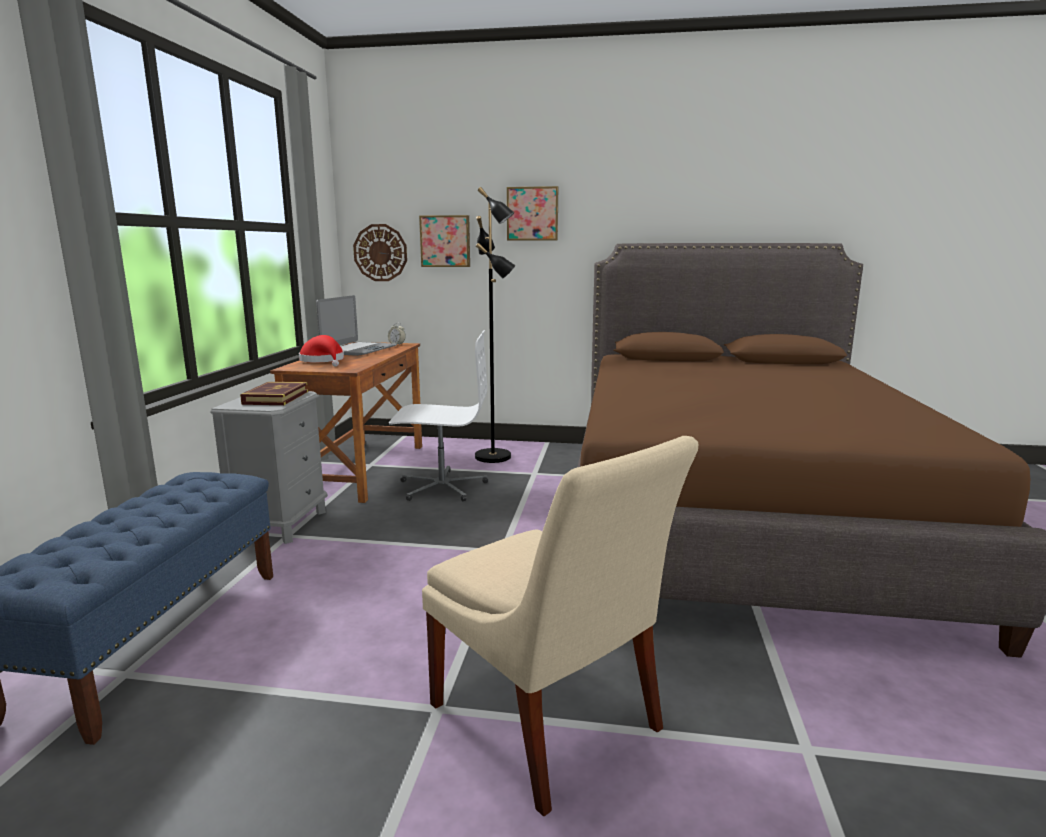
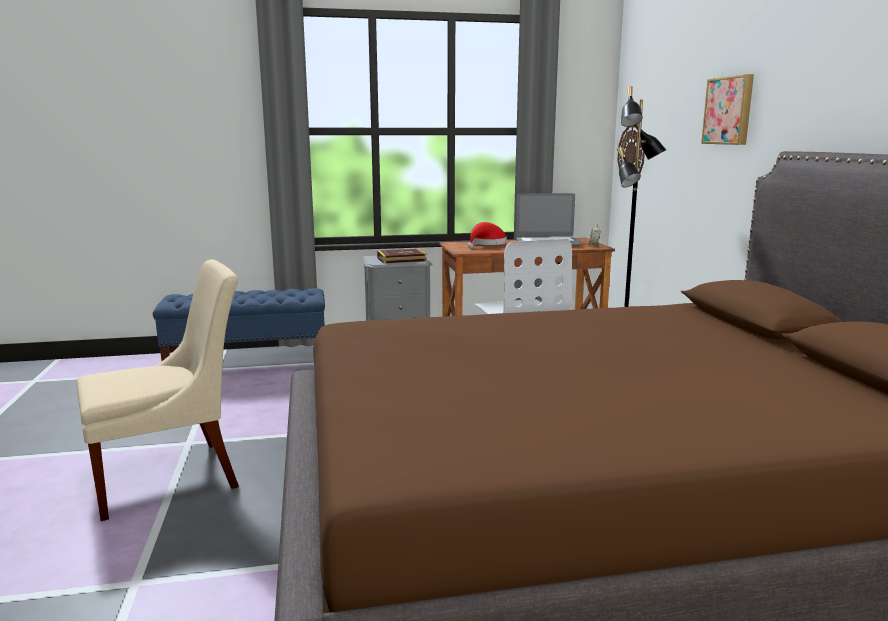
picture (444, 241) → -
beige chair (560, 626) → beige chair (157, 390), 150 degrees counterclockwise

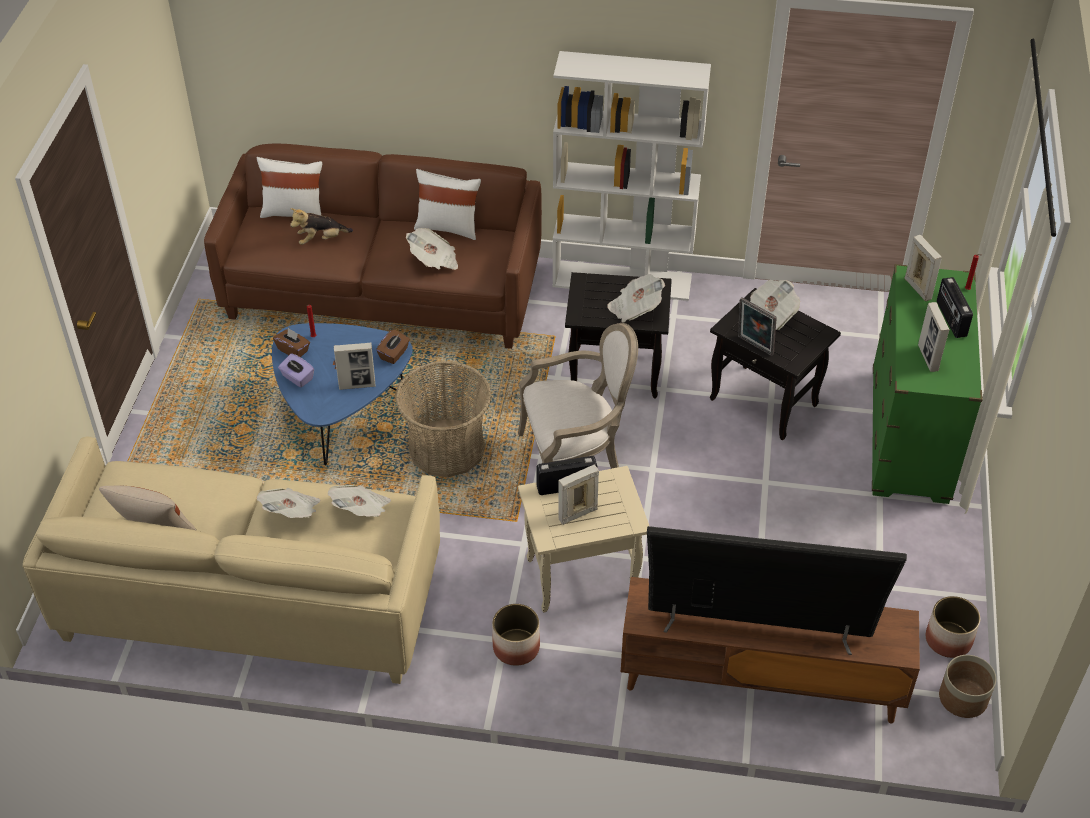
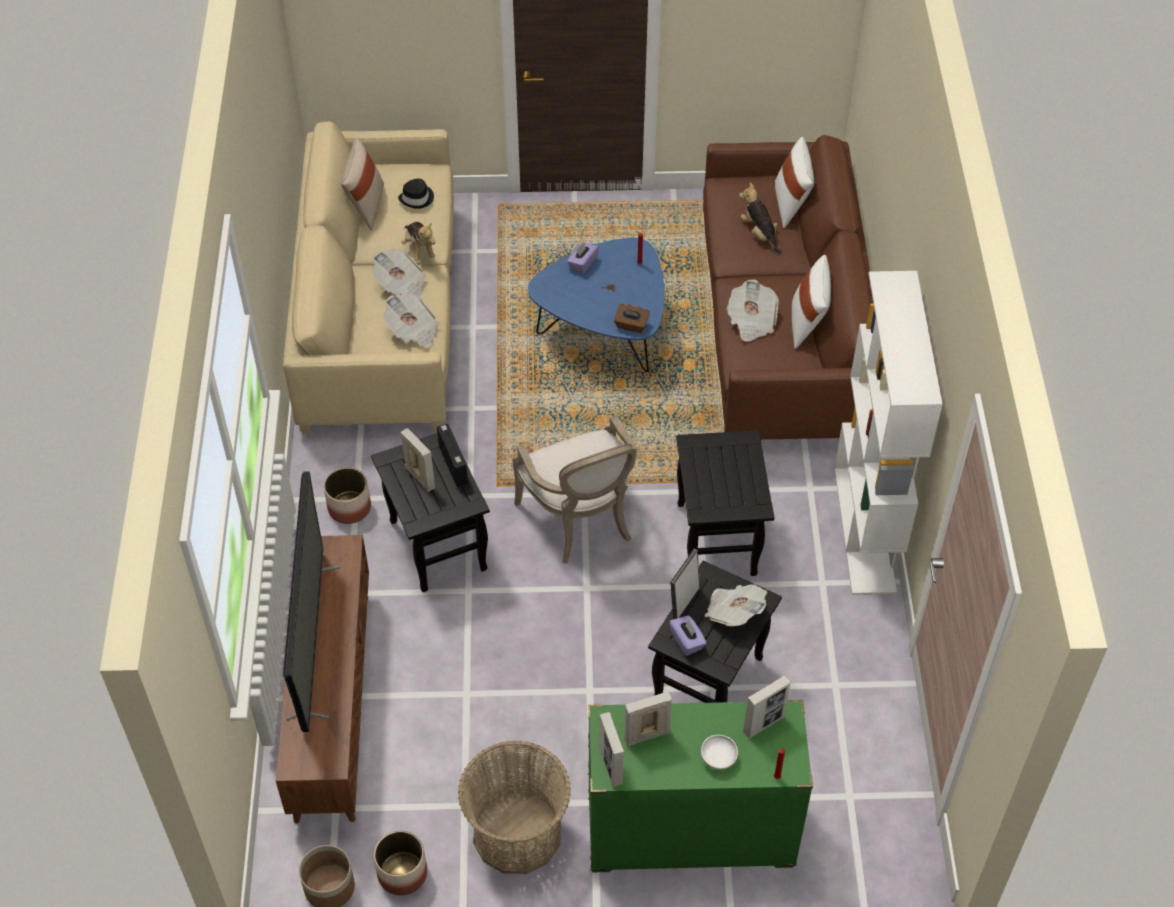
brown tissue box (291, 342) → -
picture frame (355, 366) → picture frame (611, 749), relocated
basket (443, 419) → basket (514, 807), relocated
beige side table (583, 539) → black side table (430, 512)
newspaper (636, 298) → -
radio (955, 307) → white bowl (719, 752)
- → black hat (416, 194)
- → plush toy (419, 241)
- → purple tissue box (688, 635)

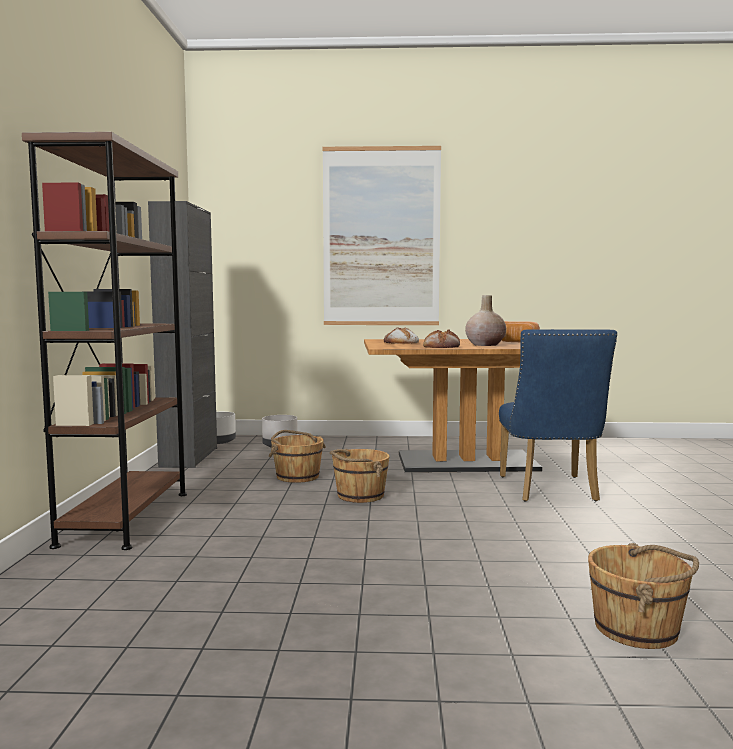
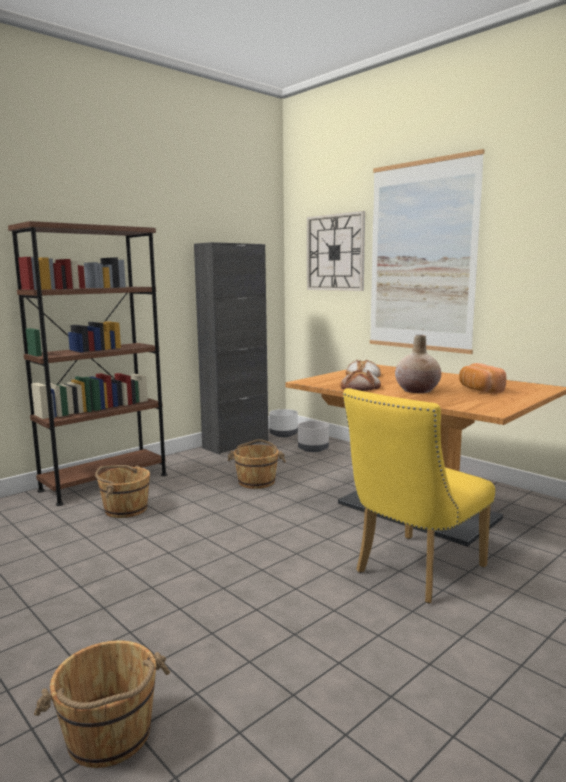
brown bucket (359, 476) → brown bucket (122, 491), relocated
blue chair (558, 415) → yellow chair (419, 495)
- → wall clock (336, 251)

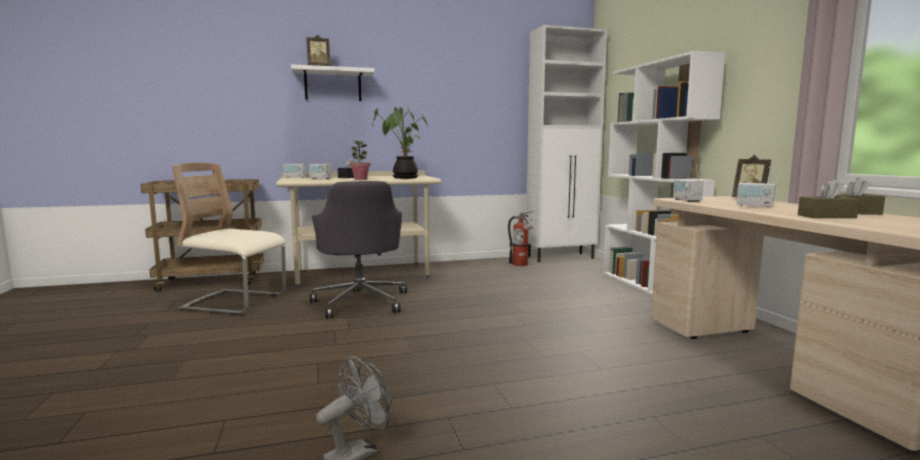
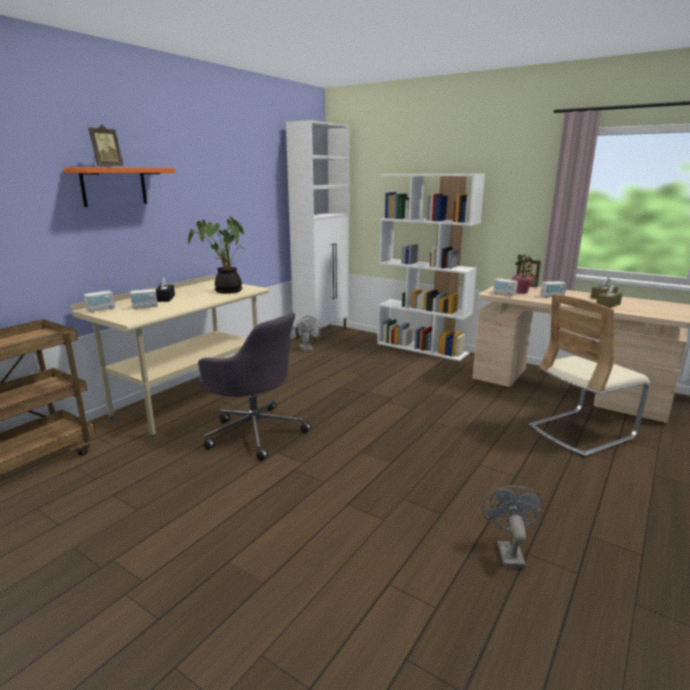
beige chair (229, 238) → beige chair (589, 375), relocated
white shelf (332, 82) → orange shelf (119, 187)
potted plant (360, 160) → potted plant (523, 274), relocated
fire extinguisher (521, 238) → grey fan (308, 333)

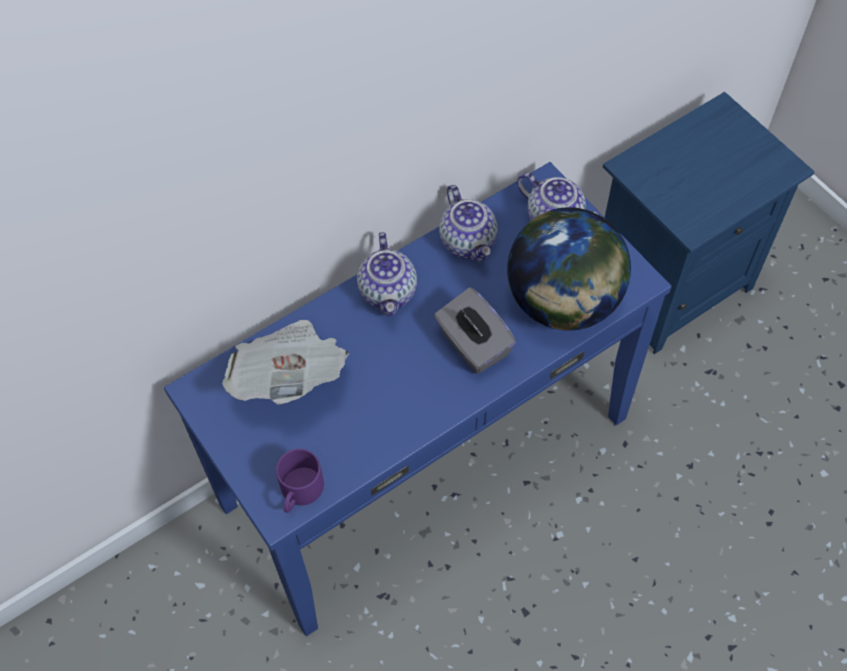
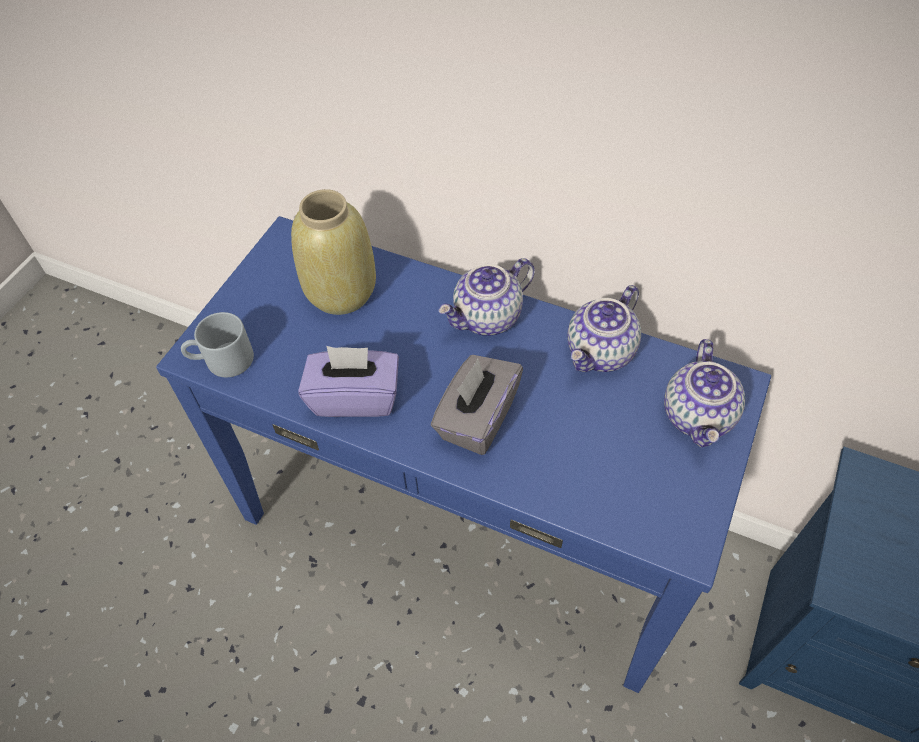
newspaper (285, 362) → beige vase (333, 252)
purple mug (300, 481) → grey mug (217, 344)
globe (569, 269) → -
- → purple tissue box (348, 381)

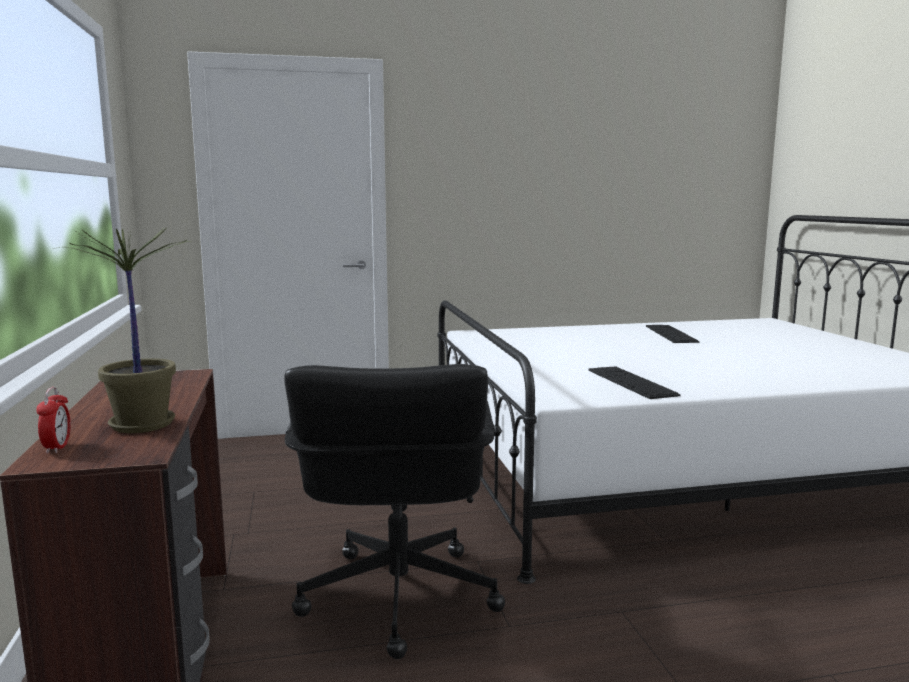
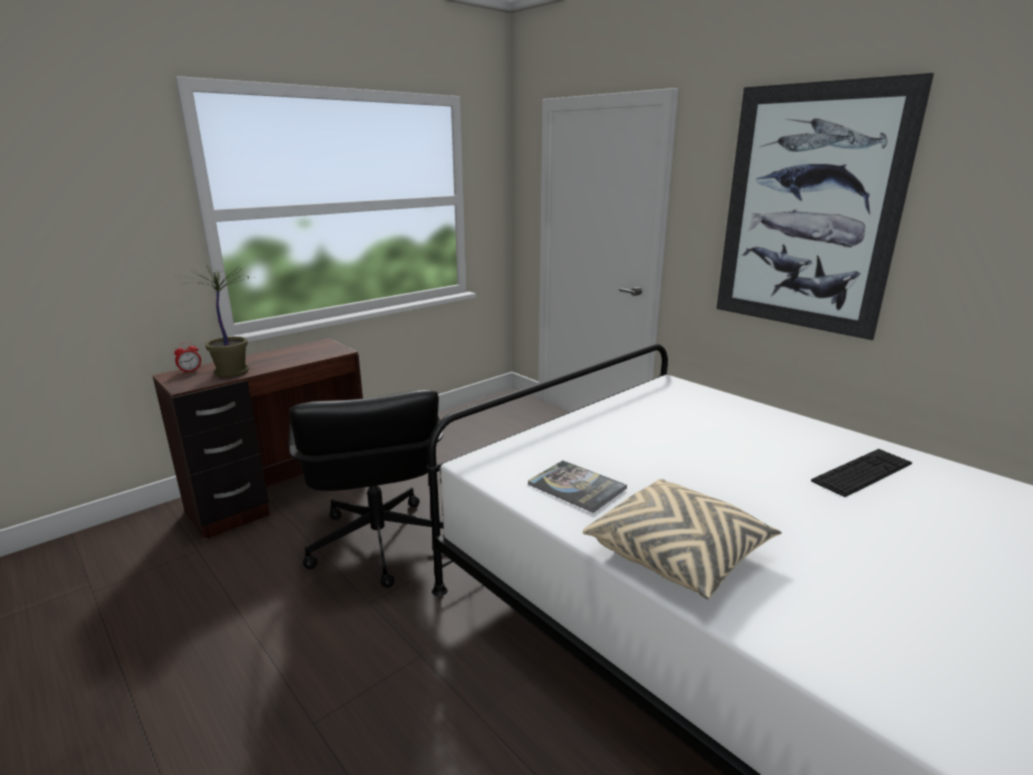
black office chair (394, 511) → black office chair (366, 489), 75 degrees counterclockwise
keyboard (634, 382) → book (577, 486)
- → beige pillow (682, 539)
- → picture (825, 206)

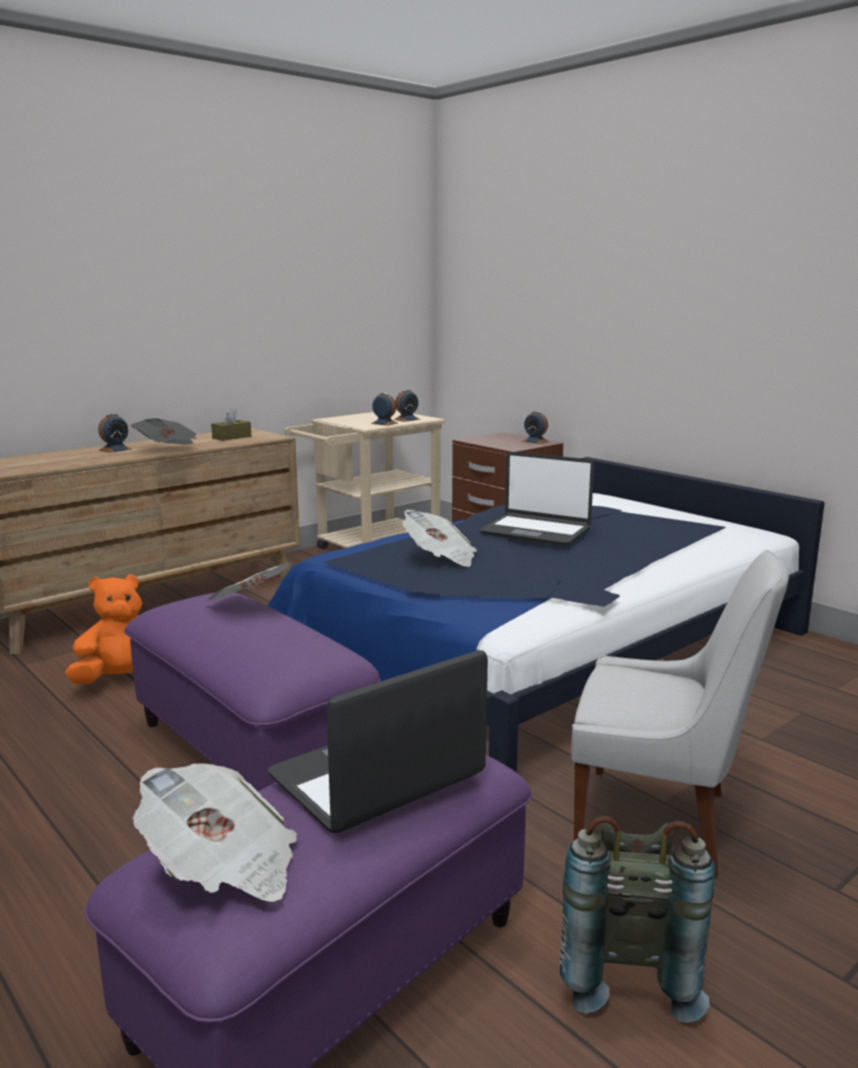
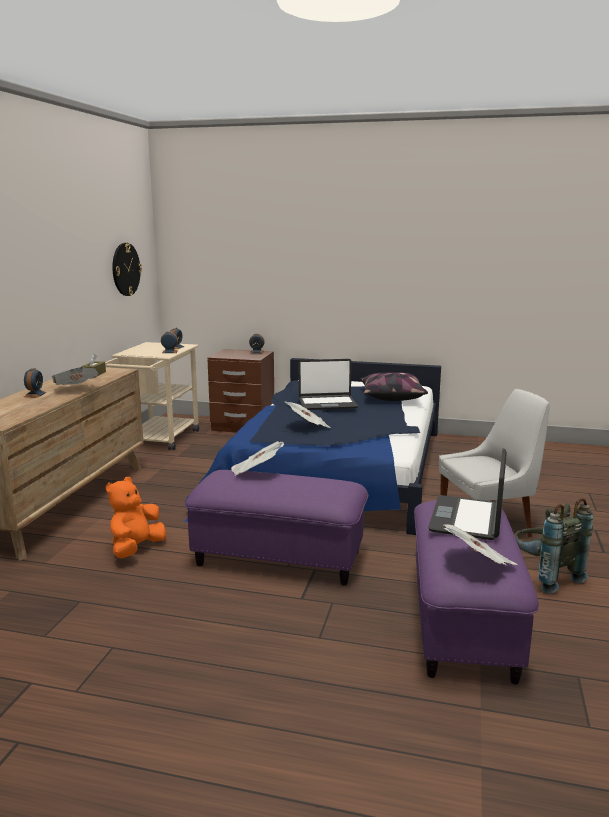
- → wall clock (127, 269)
- → pillow (394, 387)

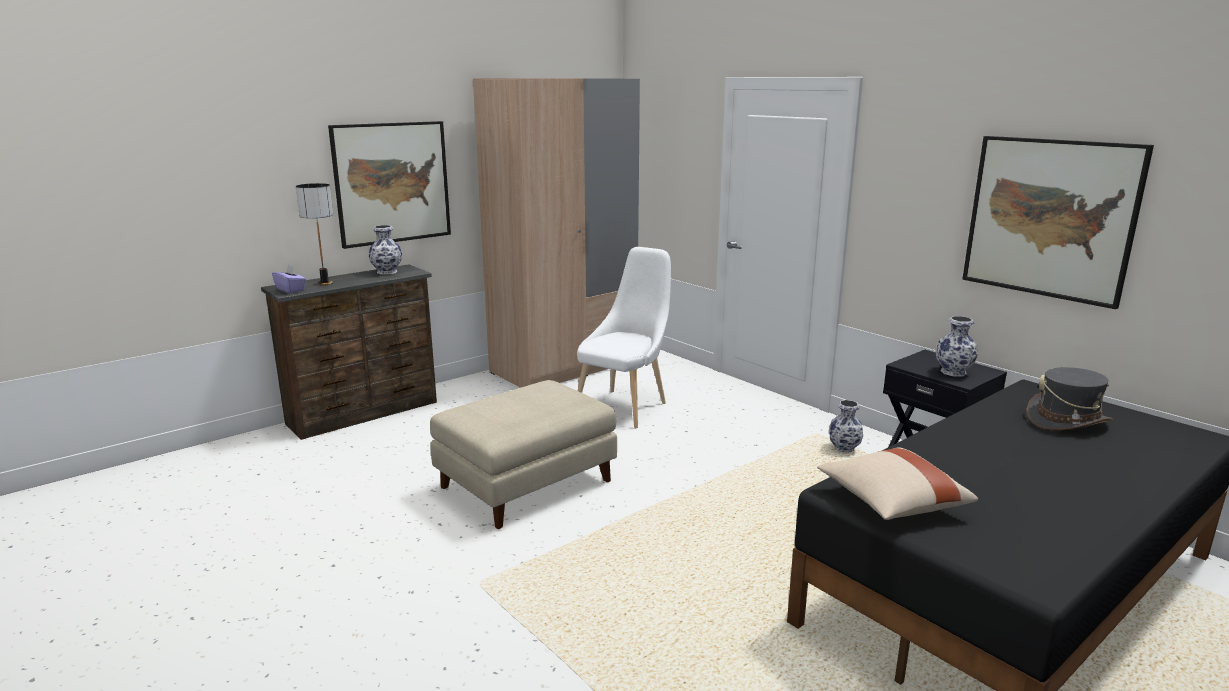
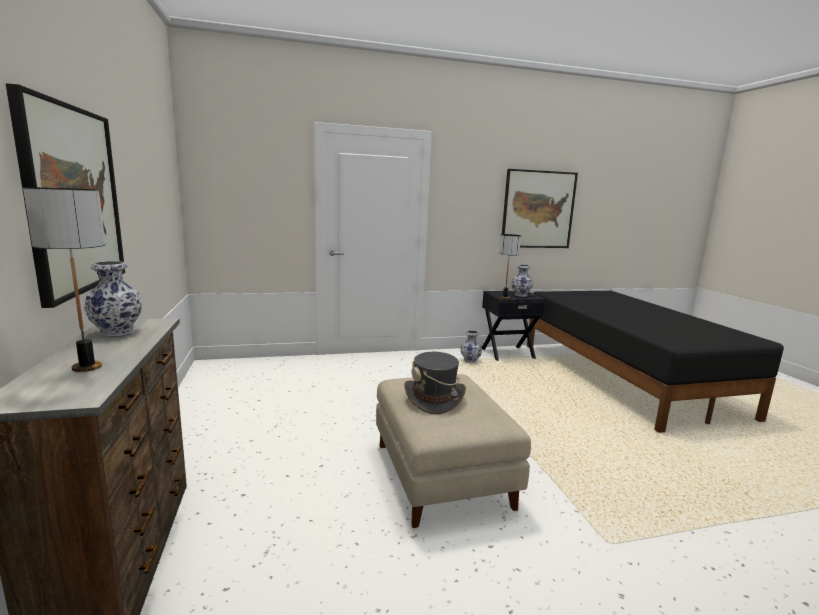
purple tissue box (289, 279) → -
beige wardrobe (556, 233) → -
white chair (624, 337) → -
beige pillow (897, 483) → -
grey hat (1069, 399) → grey hat (435, 383), relocated
- → table lamp (510, 266)

